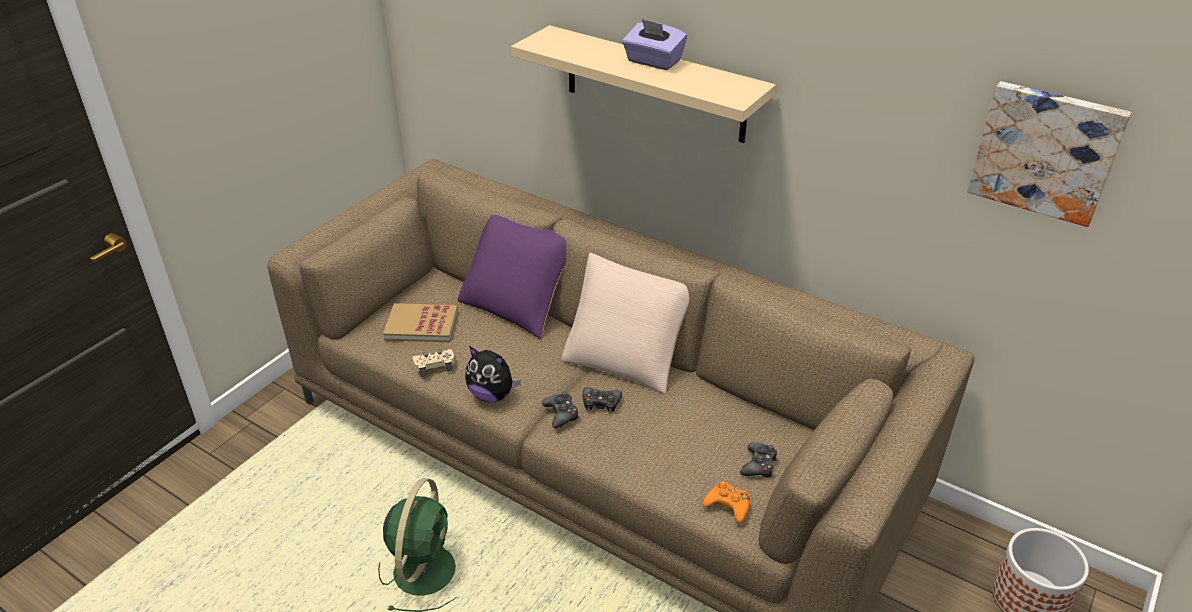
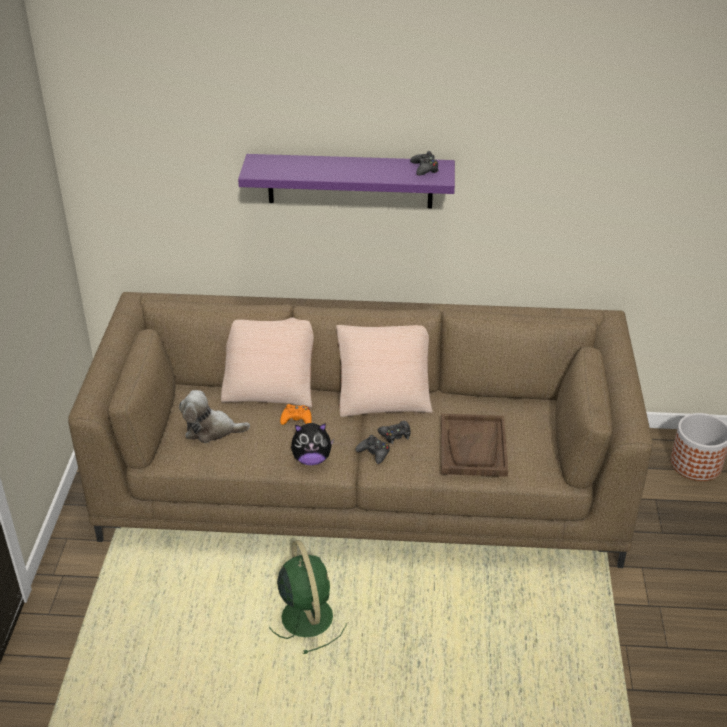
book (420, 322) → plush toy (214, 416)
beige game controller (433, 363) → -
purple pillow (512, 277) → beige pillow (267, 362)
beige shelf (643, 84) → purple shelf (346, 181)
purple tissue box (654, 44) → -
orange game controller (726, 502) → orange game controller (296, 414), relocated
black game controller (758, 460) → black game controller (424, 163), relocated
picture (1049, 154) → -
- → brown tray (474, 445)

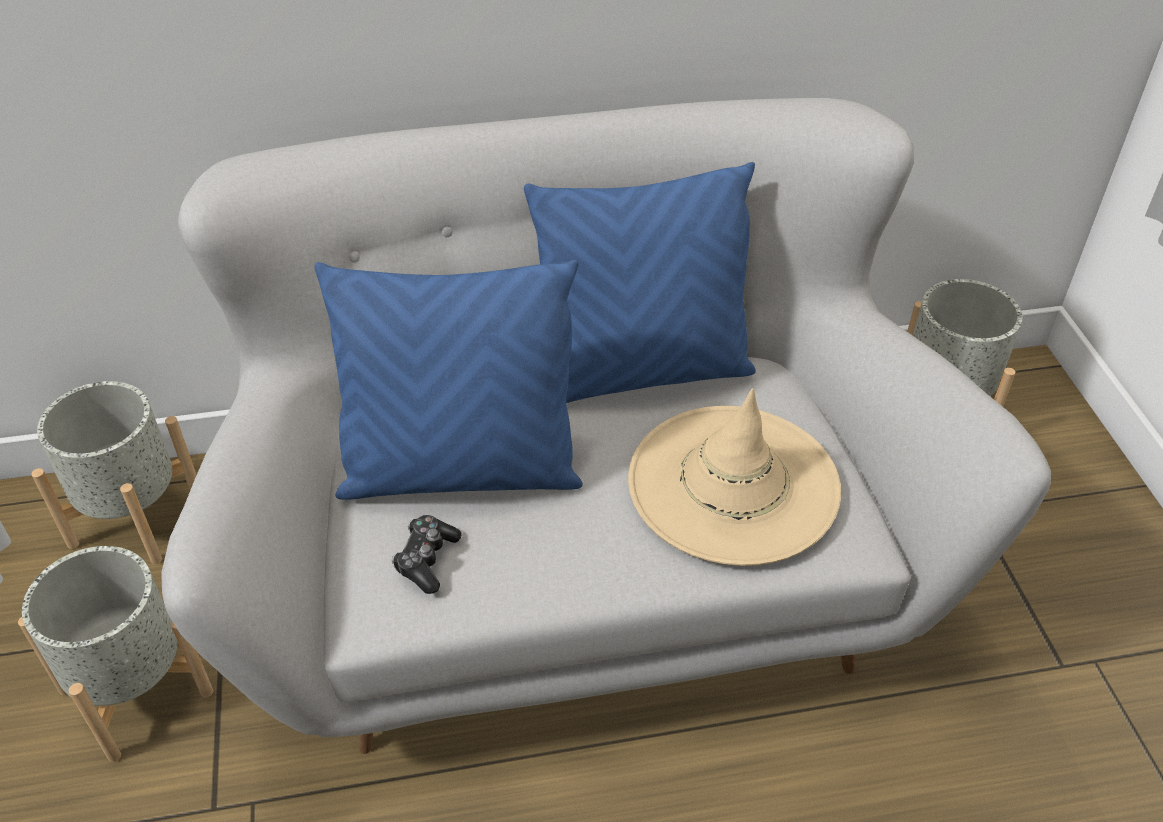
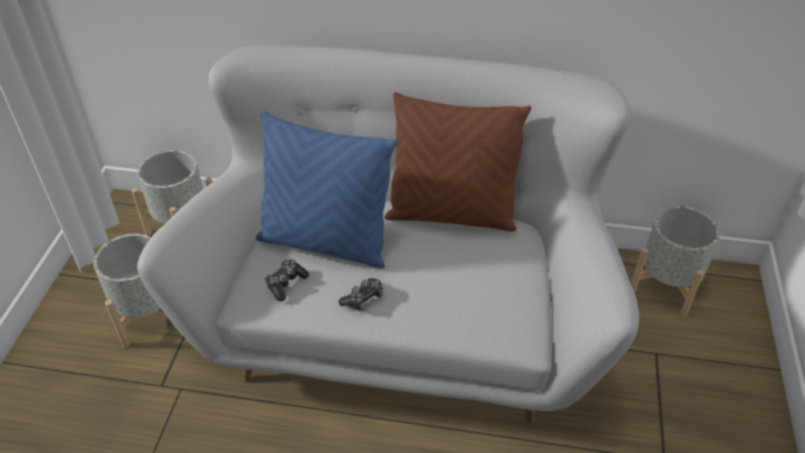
blue pillow (640, 282) → brown pillow (457, 161)
beige hat (734, 477) → -
- → game controller (361, 294)

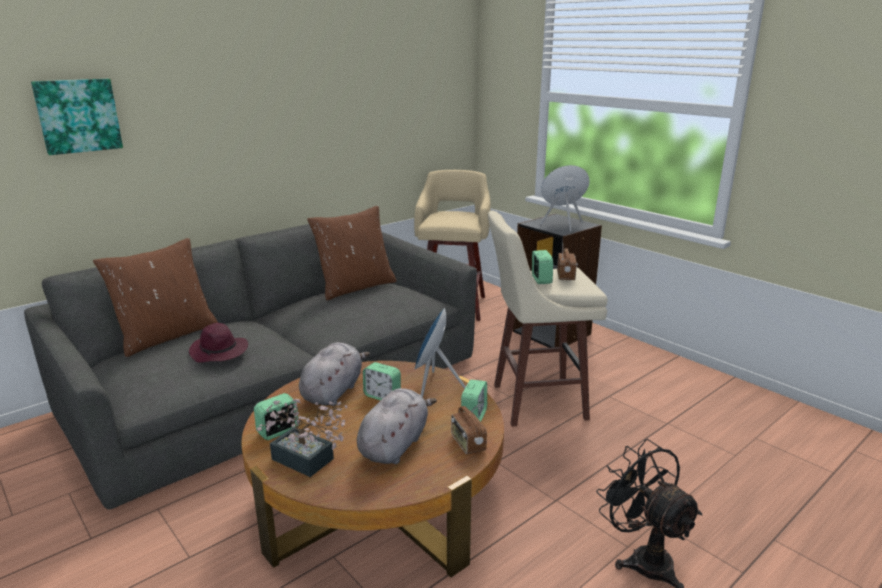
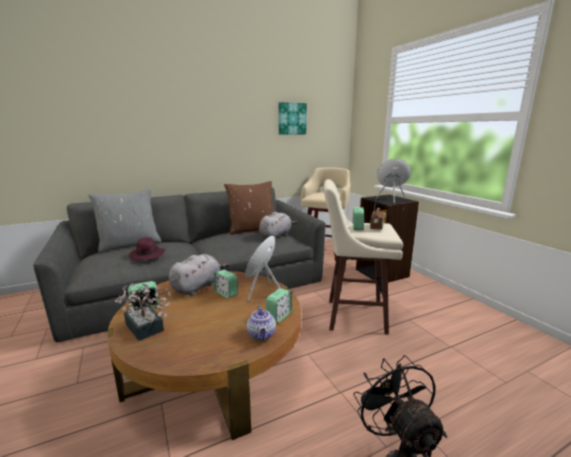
picture (77, 117) → picture (292, 118), relocated
brown pillow (155, 297) → grey pillow (125, 221)
grey plush toy (397, 426) → grey plush toy (278, 225), relocated
radio (469, 429) → teapot (261, 323)

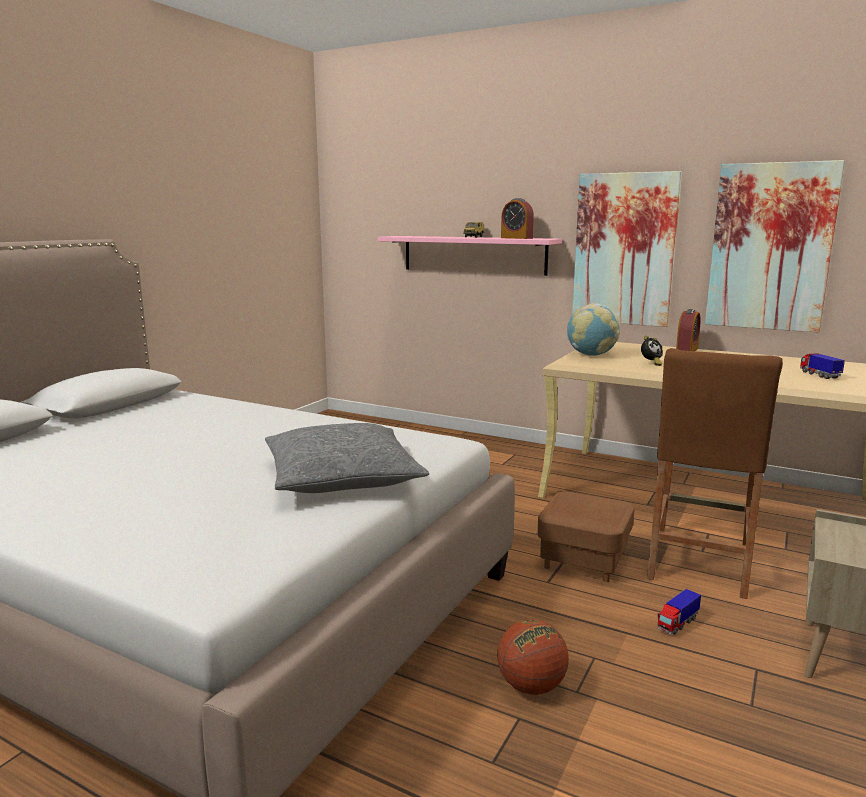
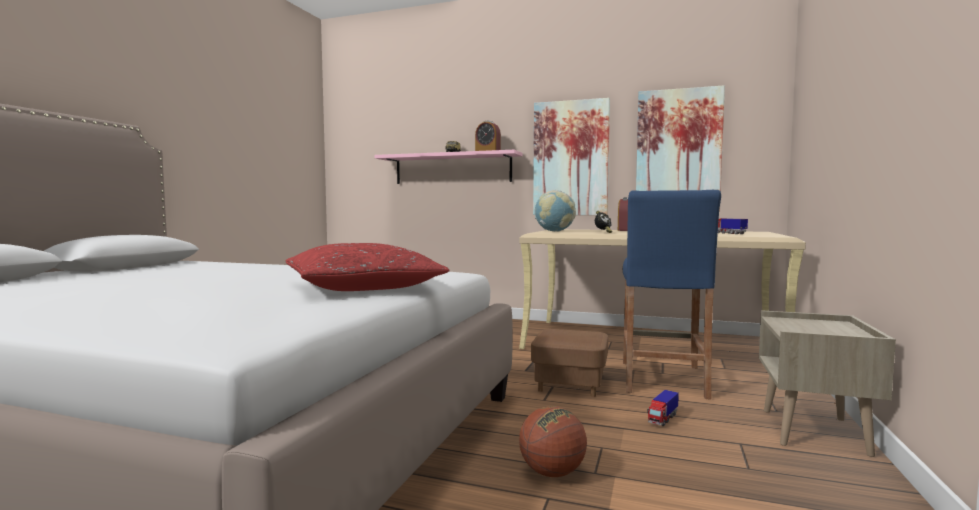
grey pillow (347, 458) → red pillow (368, 267)
brown stool (715, 473) → blue stool (672, 295)

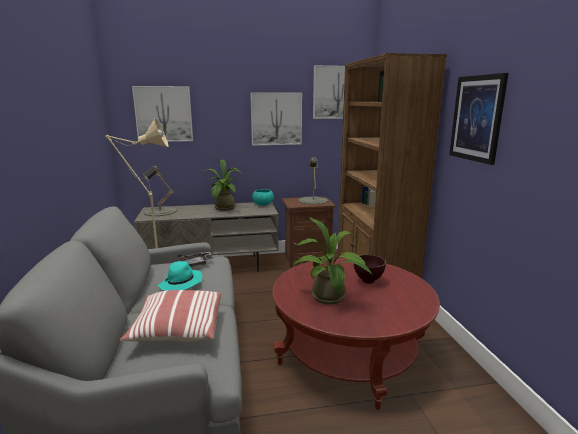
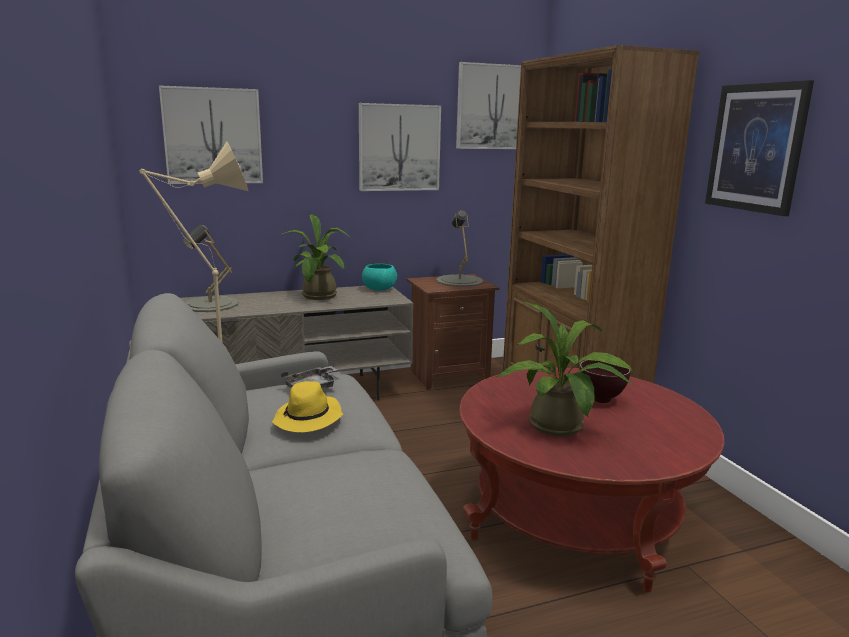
pillow (170, 316) → -
turquoise hat (180, 276) → yellow hat (307, 407)

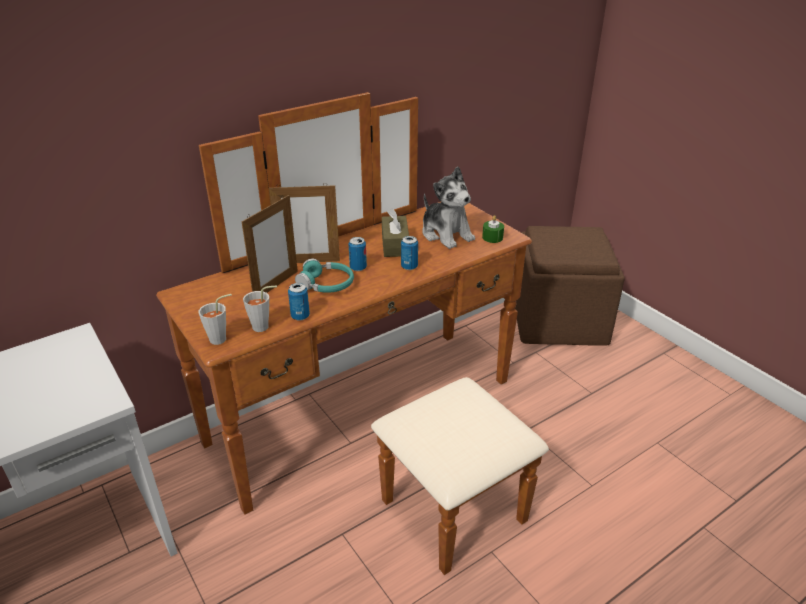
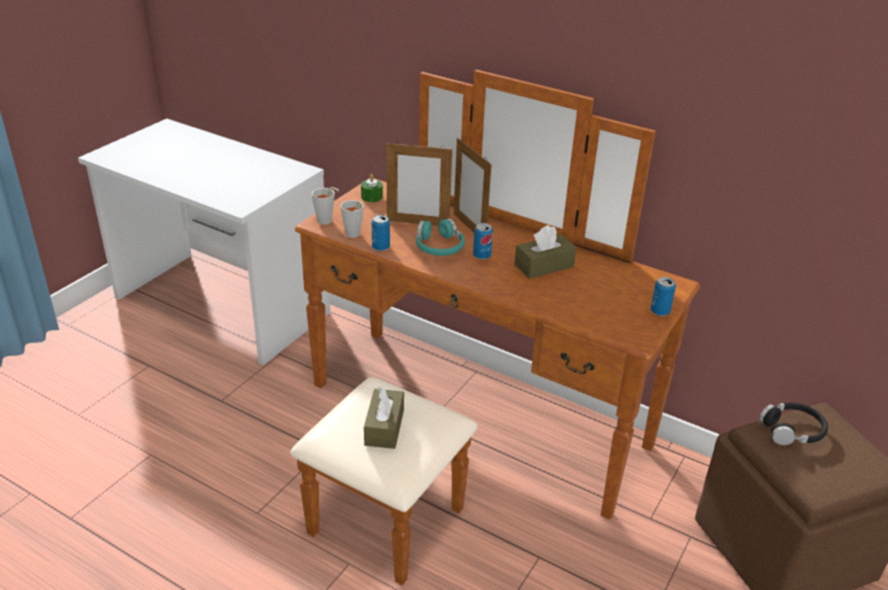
can (409, 253) → can (663, 296), relocated
plush toy (448, 207) → -
green candle (493, 229) → green candle (372, 188), relocated
- → brown tissue box (384, 418)
- → black headphones (793, 423)

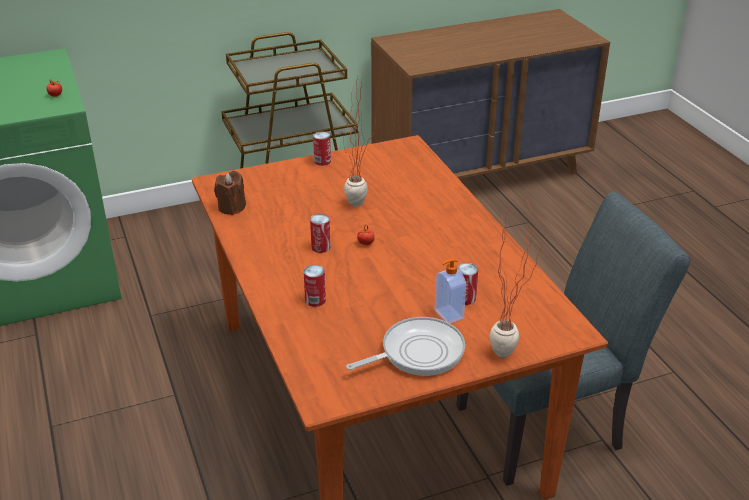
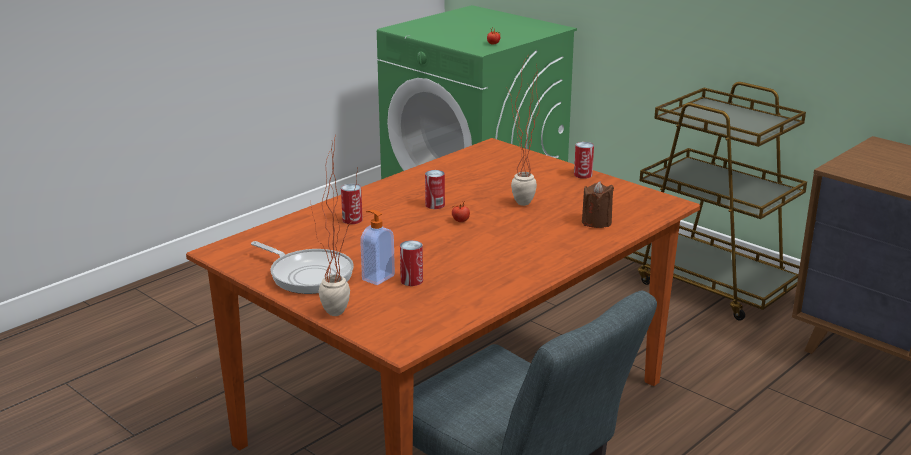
brown candle (230, 193) → brown candle (598, 204), relocated

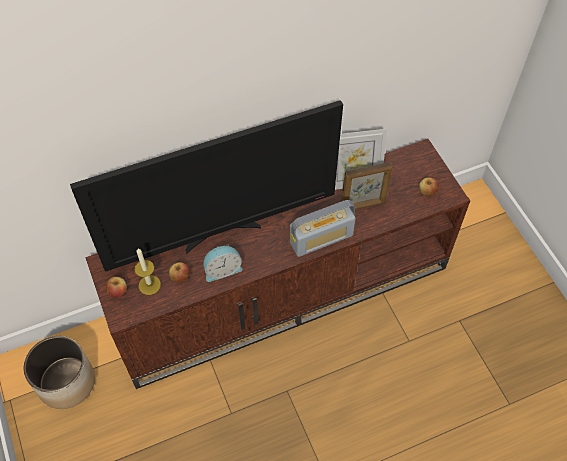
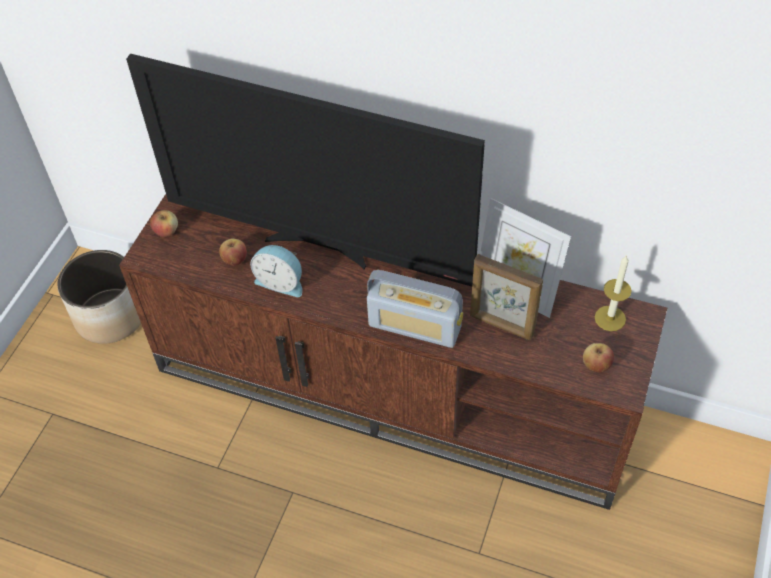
candle (148, 271) → candle (613, 293), relocated

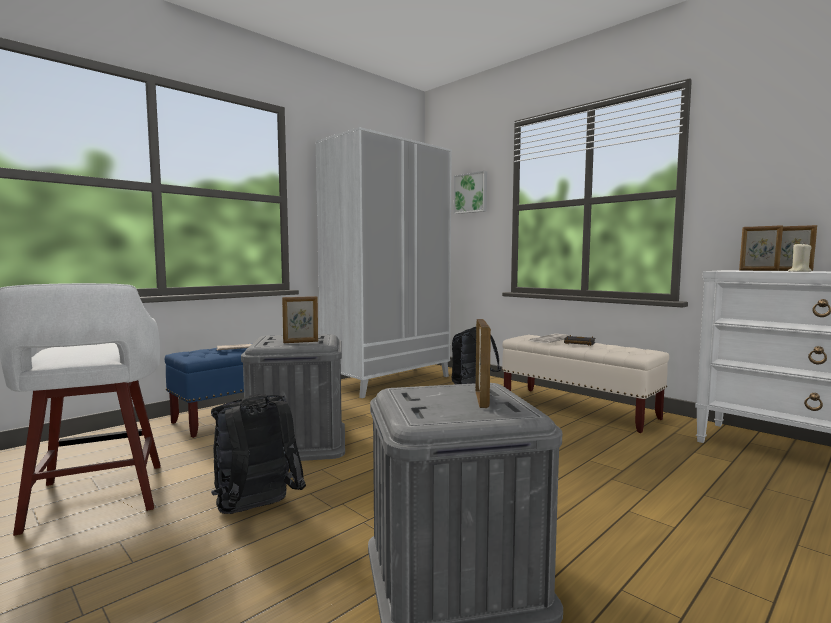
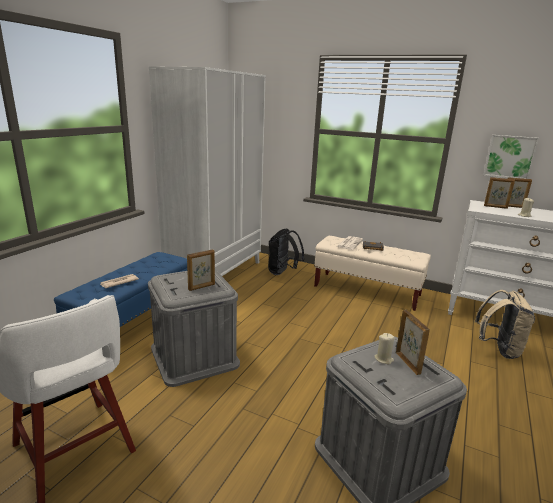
black backpack (258, 454) → -
picture (470, 192) → picture (511, 157), relocated
- → beige candle (384, 348)
- → beige backpack (505, 324)

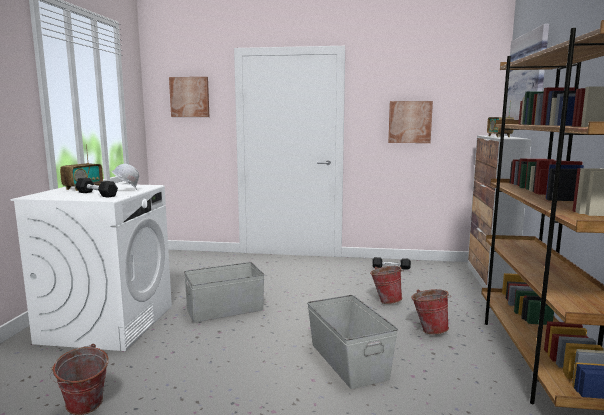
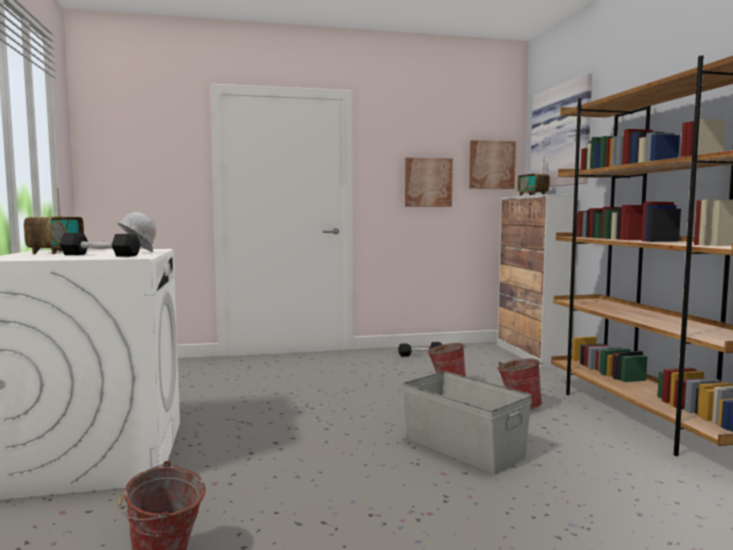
picture (189, 97) → picture (492, 164), relocated
grey storage box (224, 292) → -

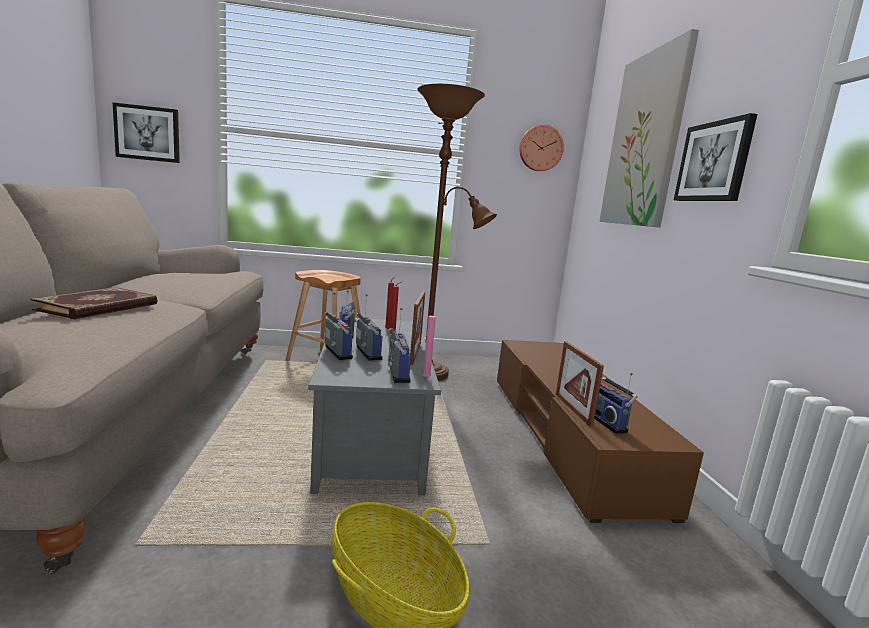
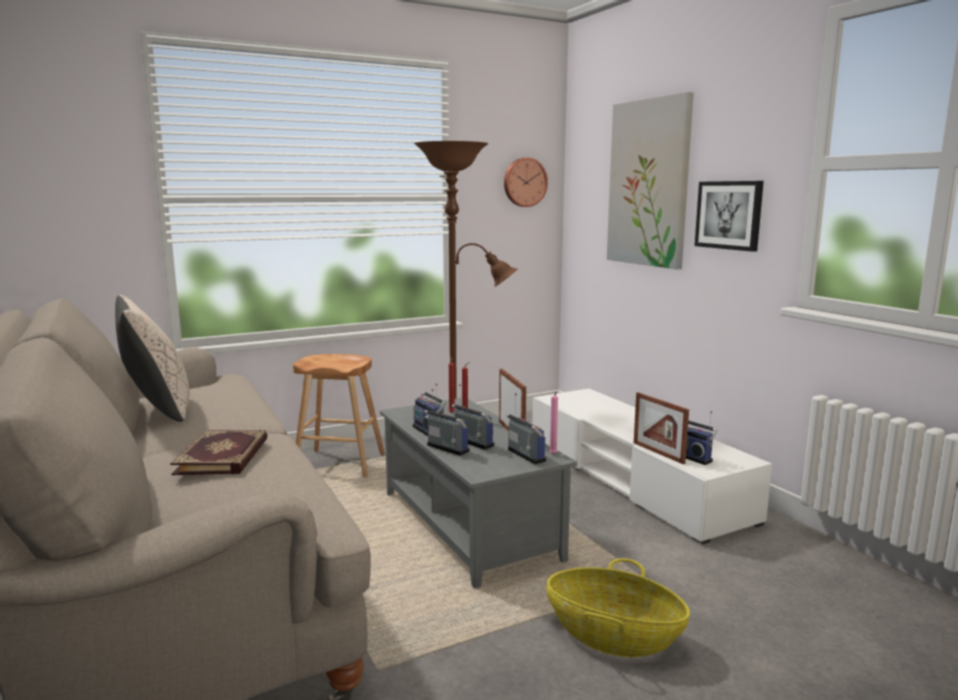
picture (146, 132) → -
brown tv stand (600, 431) → white tv stand (652, 466)
- → beige pillow (152, 358)

